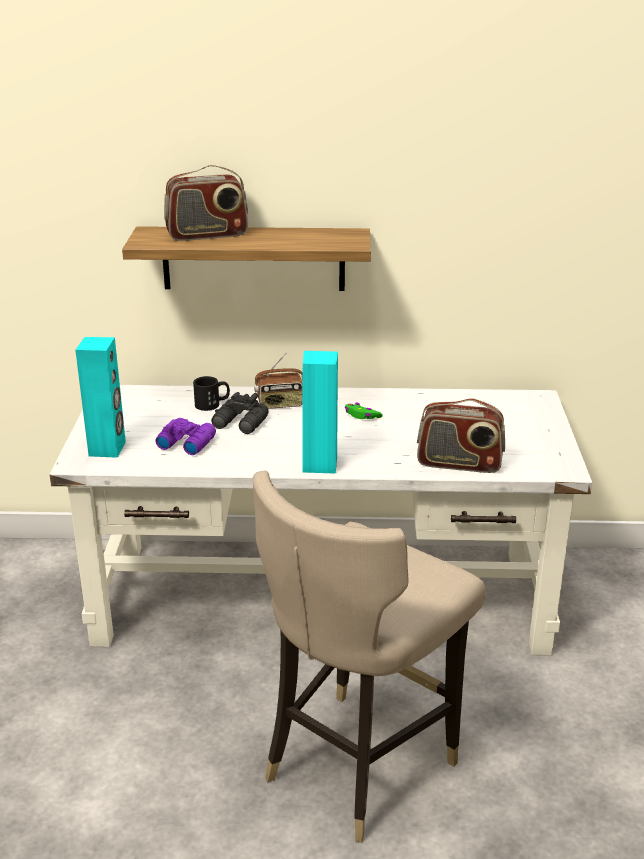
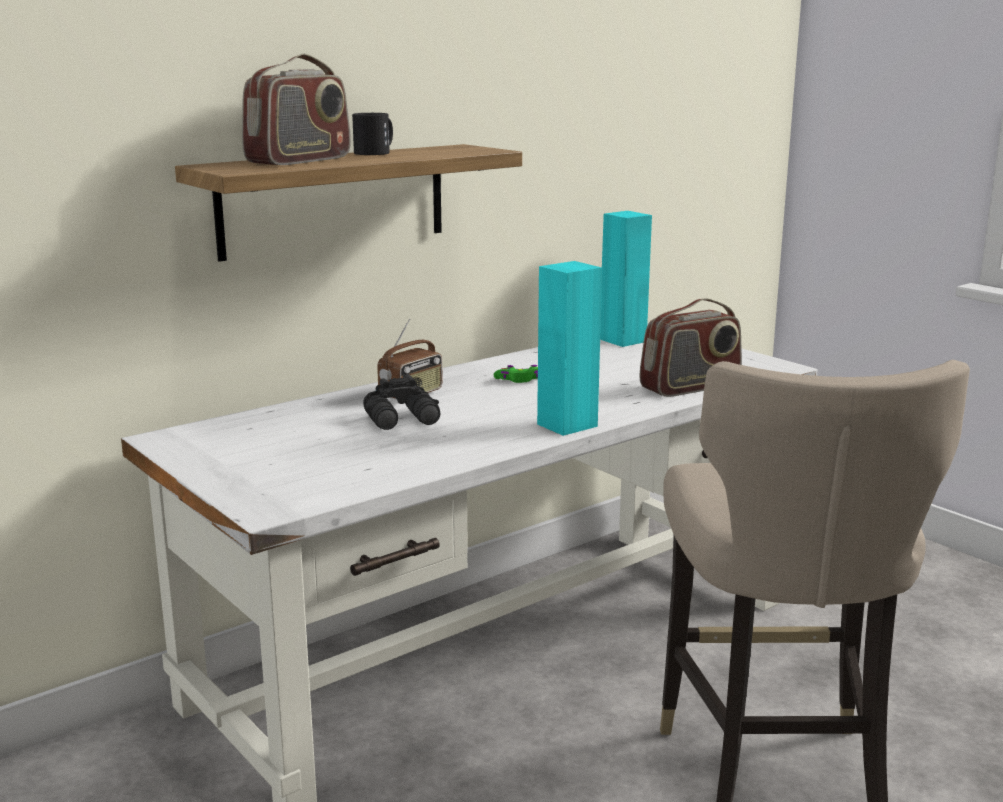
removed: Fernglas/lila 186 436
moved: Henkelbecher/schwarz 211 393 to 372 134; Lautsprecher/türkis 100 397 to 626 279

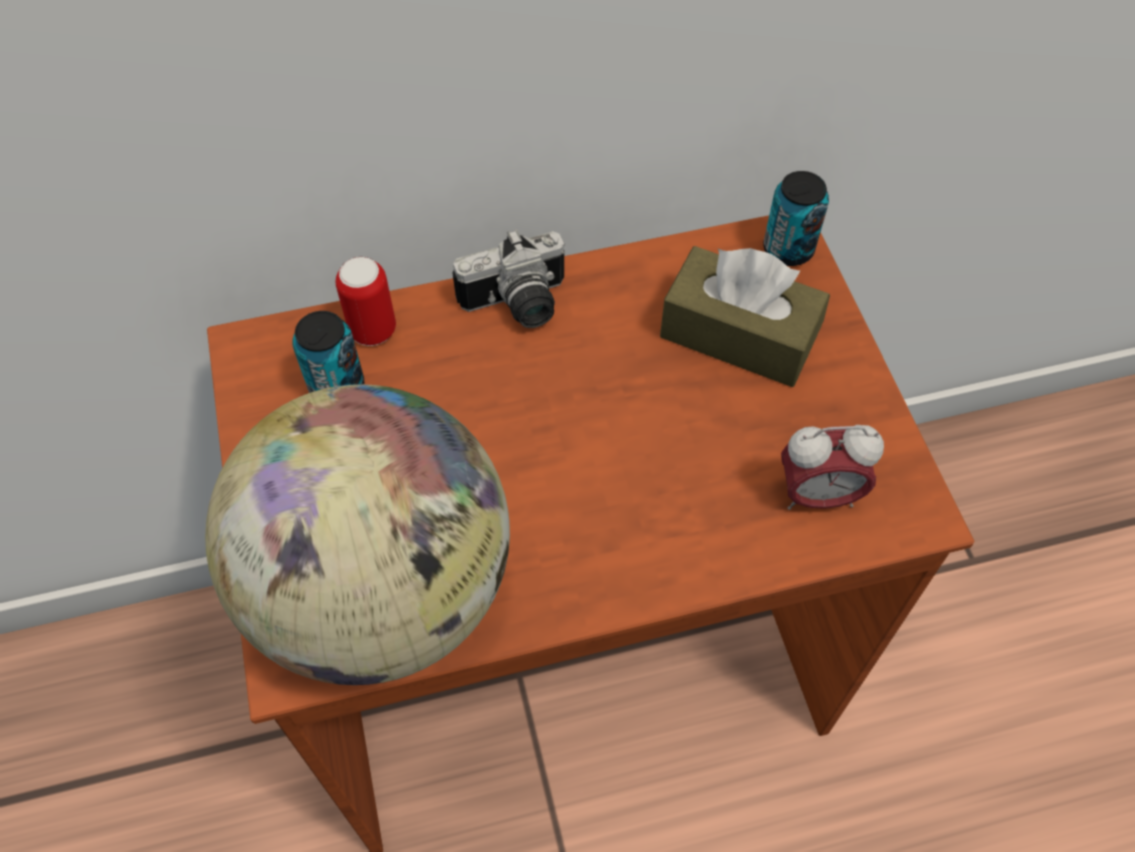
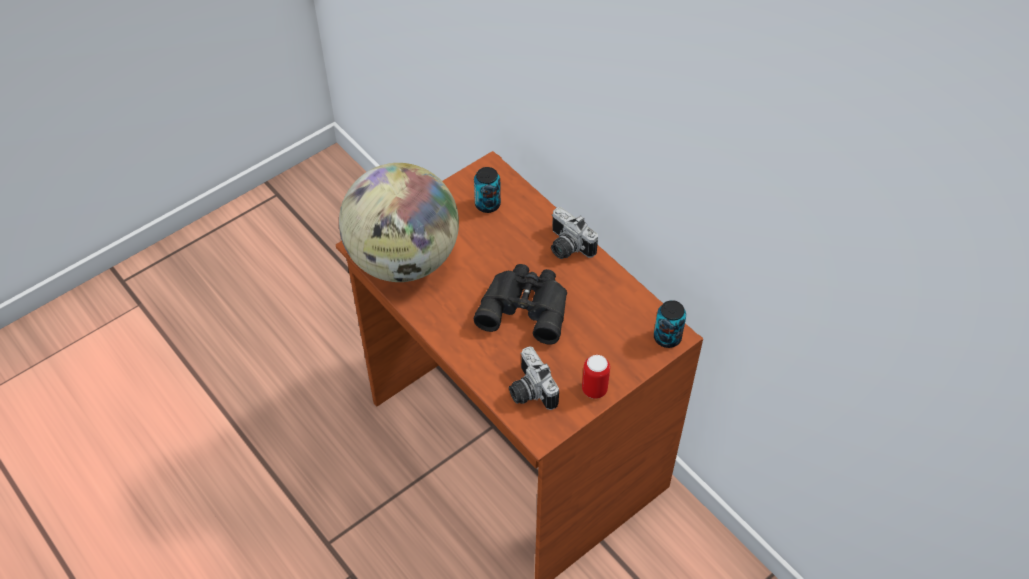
removed: Taschentuchbox/braun 745 316
added: Fernglas/schwarz 520 304
moved: Dose 366 301 to 596 377
replaced: Wecker 832 467 to Kamera 534 378

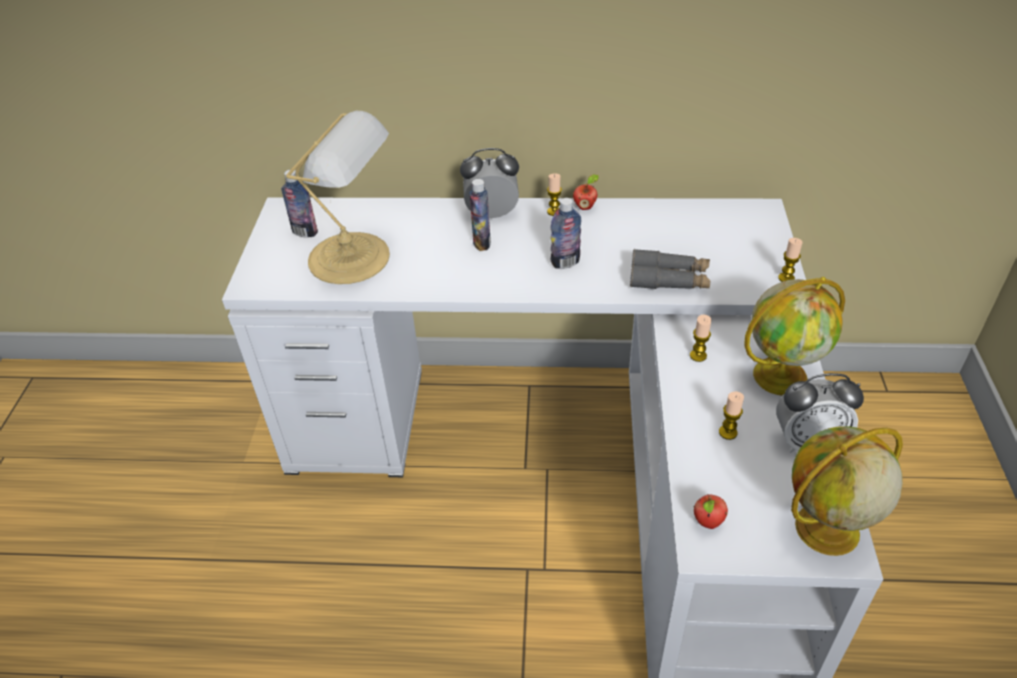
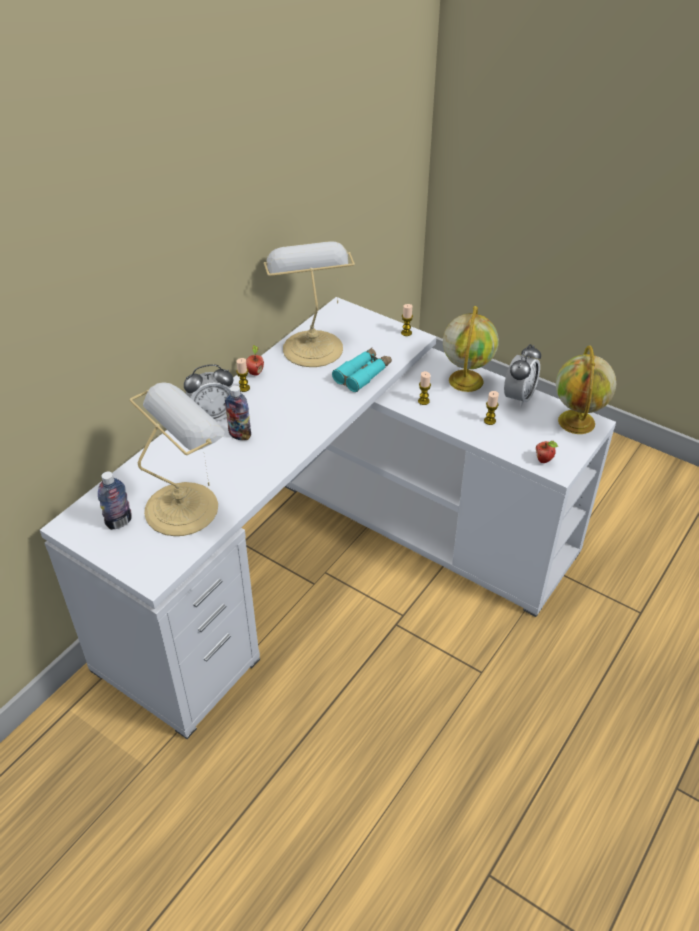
removed: Flasche 566 233
added: Tischlampe 309 304
recoloured: Fernglas/grau 670 269 to Fernglas/türkis 362 370
turned: Wecker 489 183 = 208 392 135 degrees counterclockwise

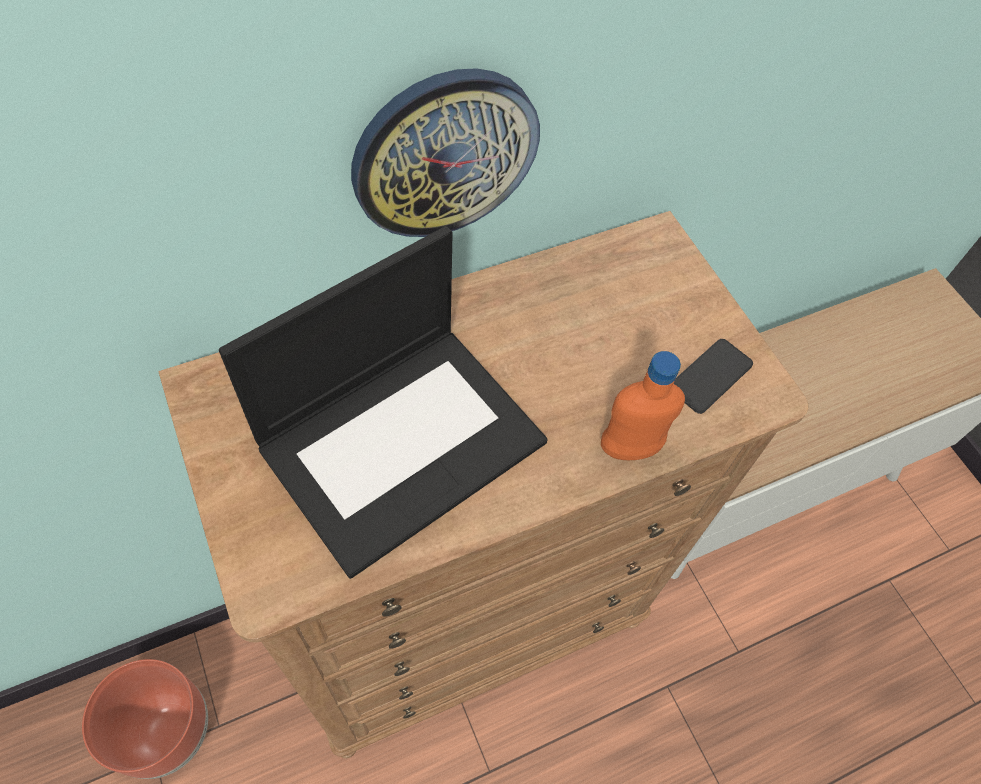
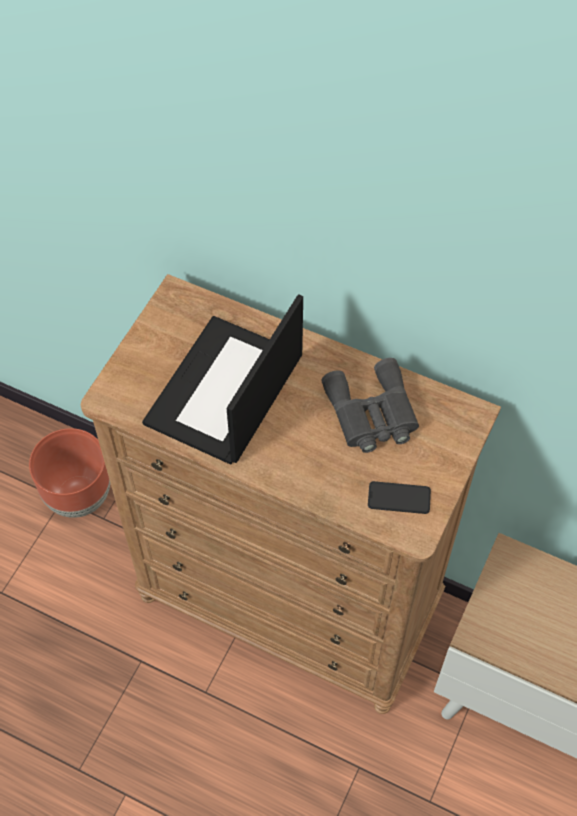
removed: Wanduhr 445 152; Flasche/orange 643 405
added: Fernglas/grau 370 405
turned: Laptop 383 402 = 222 379 105 degrees clockwise

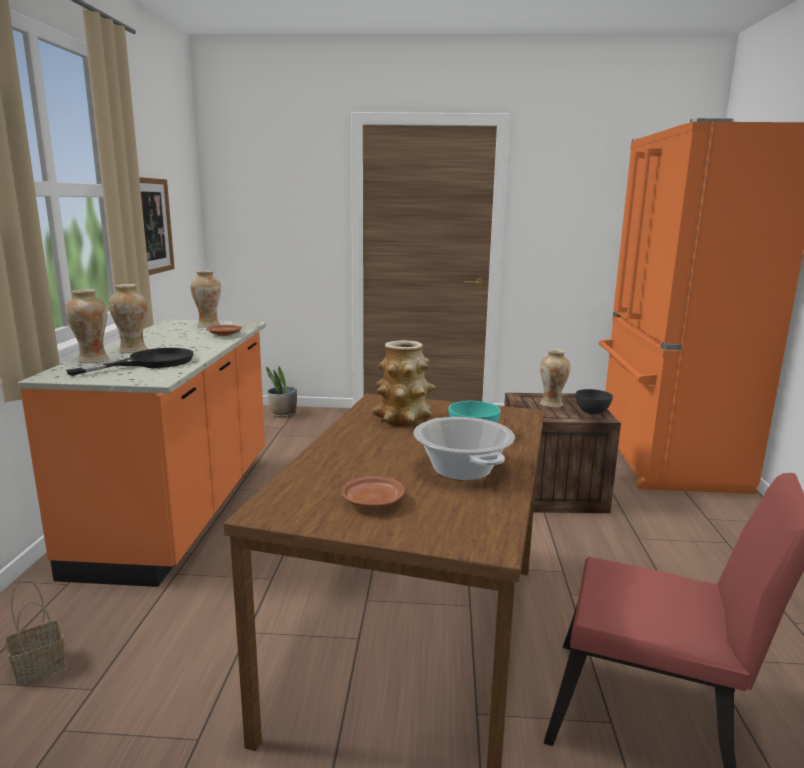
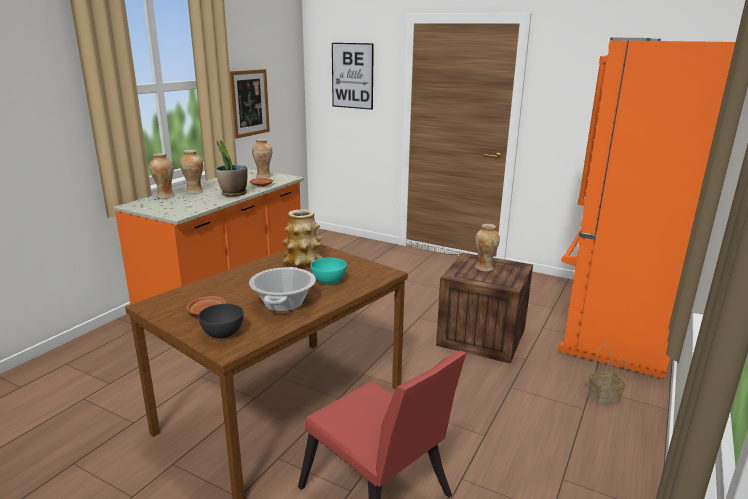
removed: Pfanne/schwarz 130 362
added: Bild 353 76
moved: Schüssel/grau 594 401 to 221 321; Topfpflanze 281 392 to 232 168; Korb 35 633 to 607 374

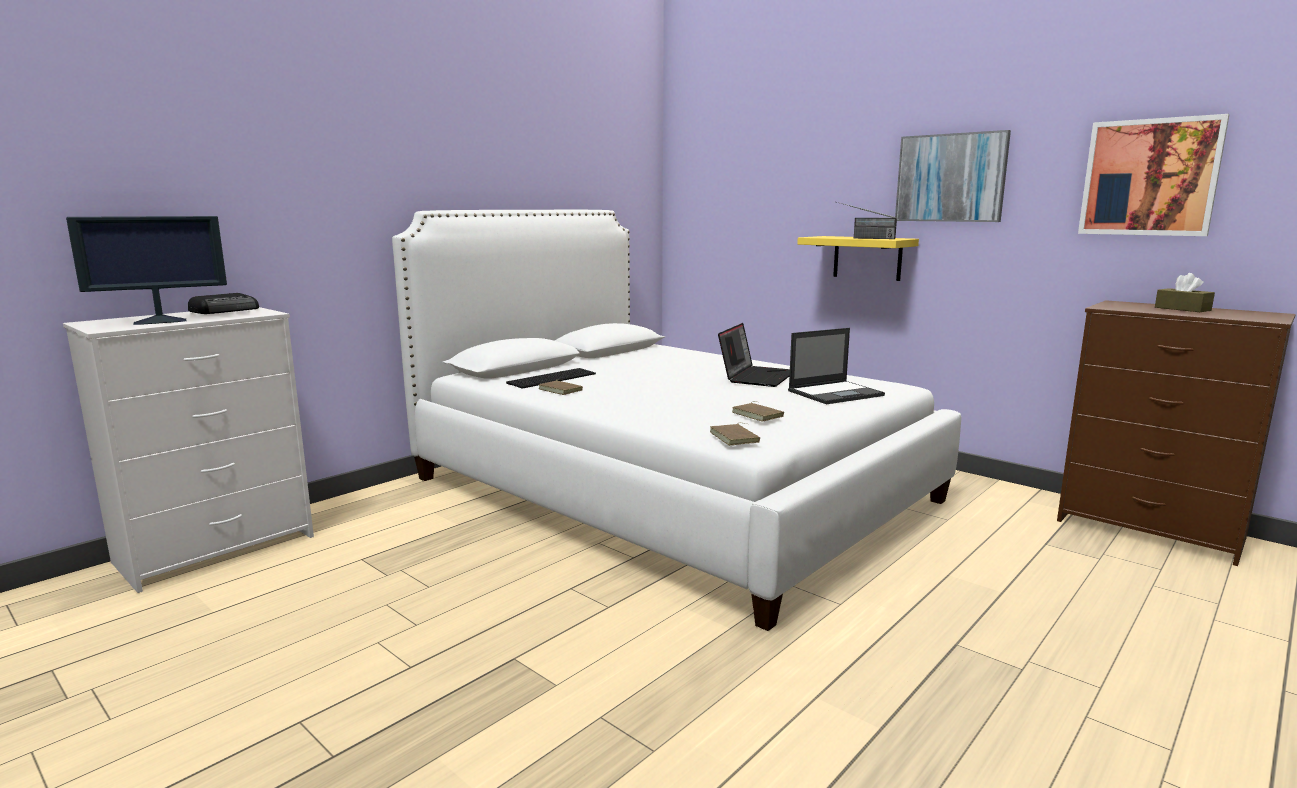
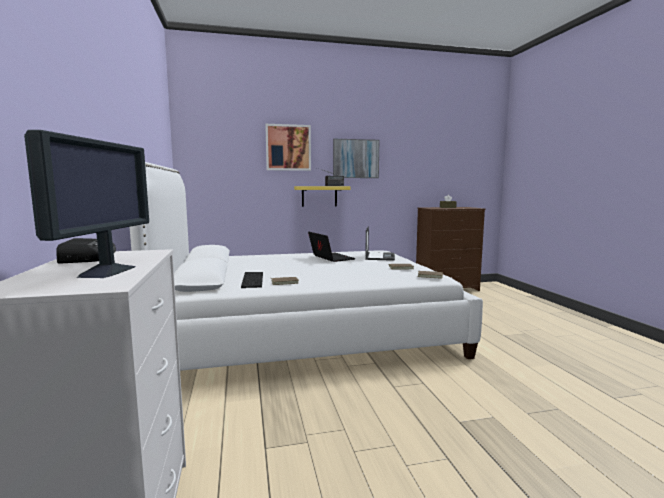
moved: Bild 1154 175 to 288 147

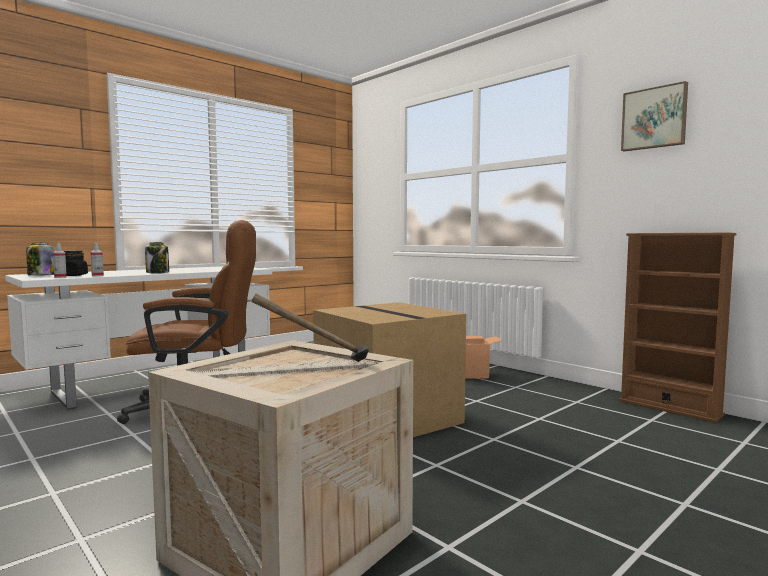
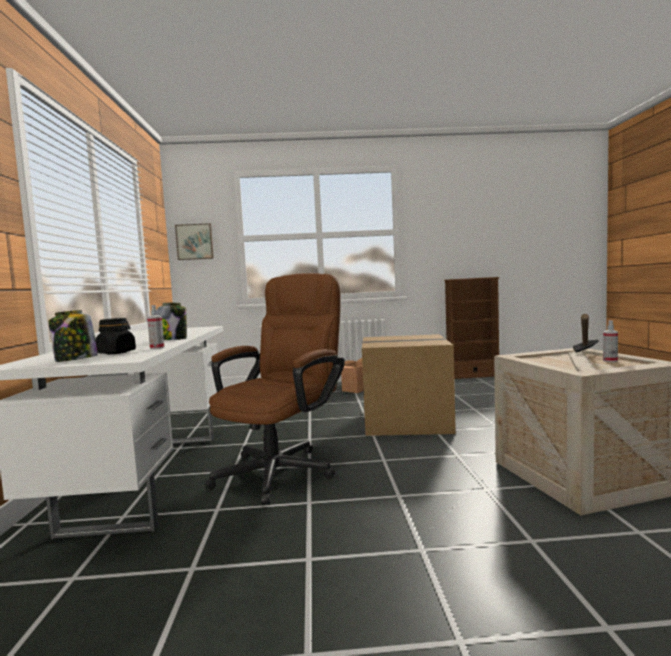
moved: Bild 654 116 to 194 241; Sprühflasche 60 260 to 610 341

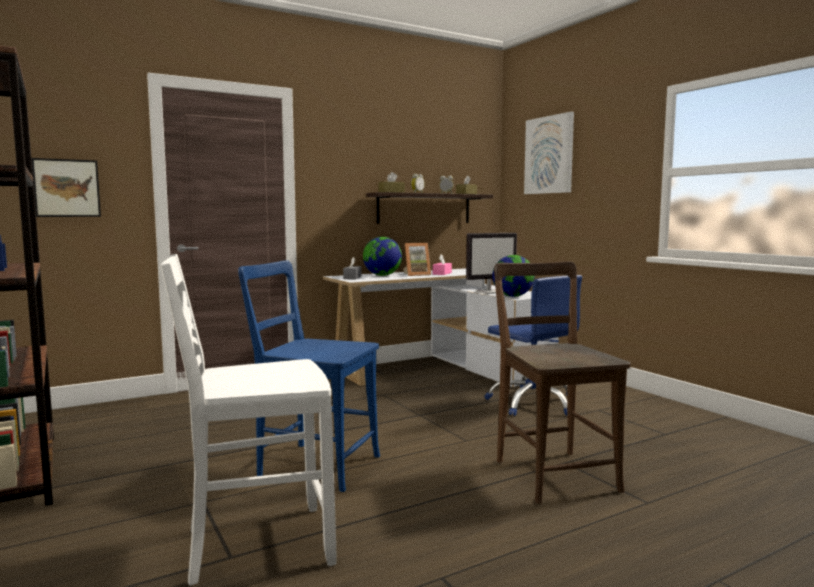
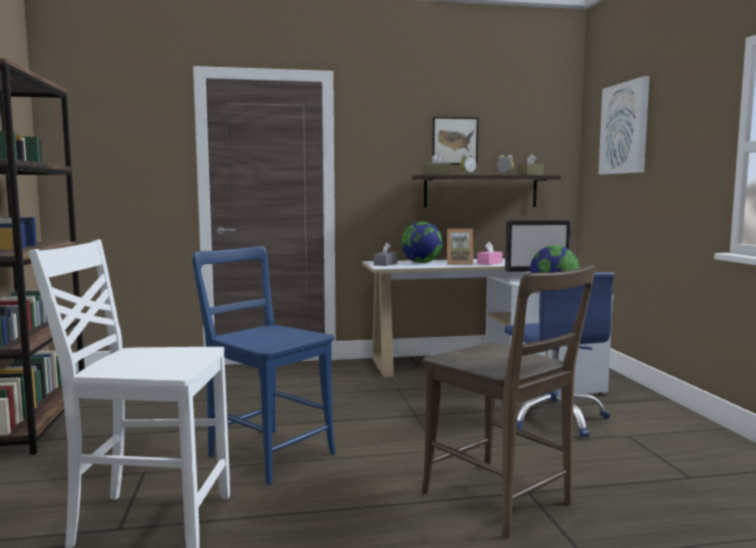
moved: Bild 66 187 to 455 141
turned: Stuhl/braun 562 382 = 508 401 135 degrees clockwise

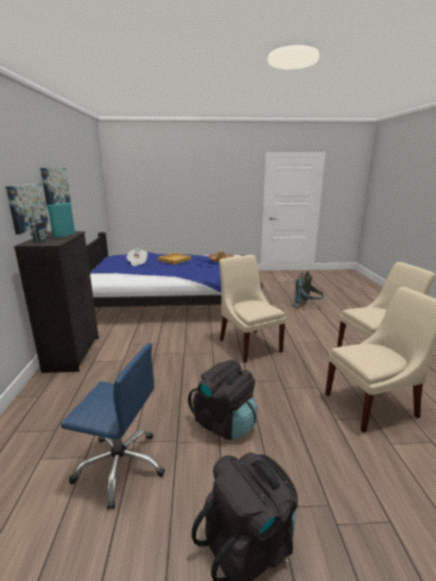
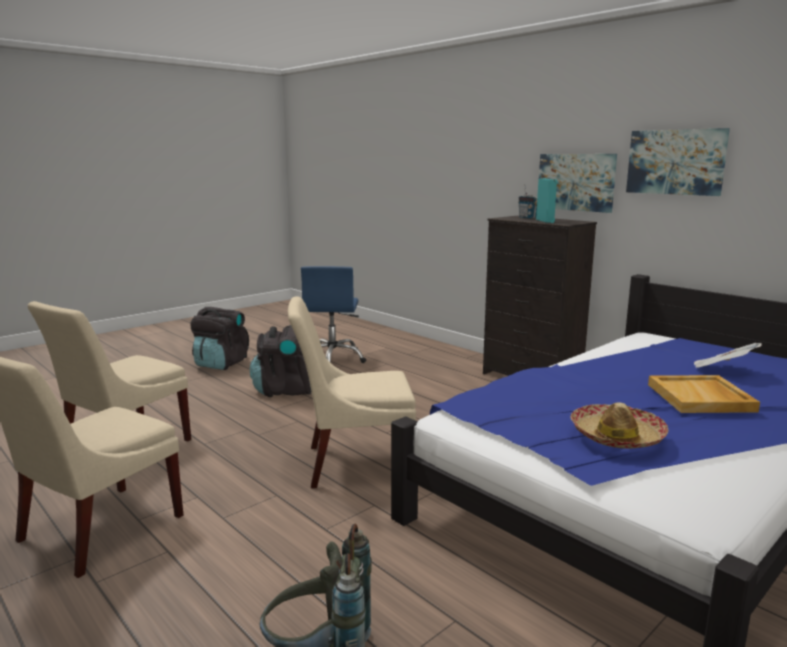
turned: Stuhl/beige 252 309 = 352 392 150 degrees clockwise; Bürostuhl/blau 113 426 = 333 314 60 degrees counterclockwise

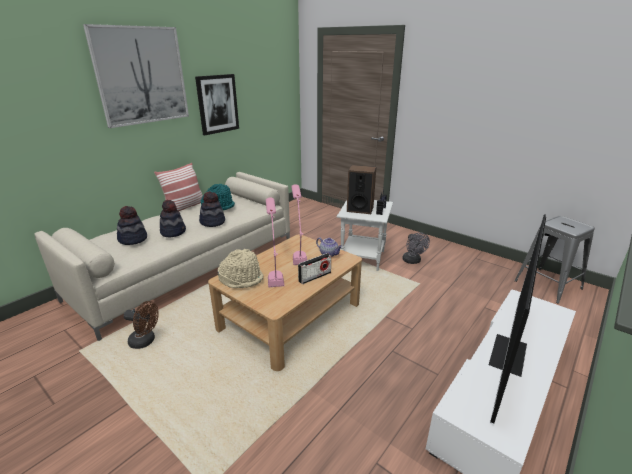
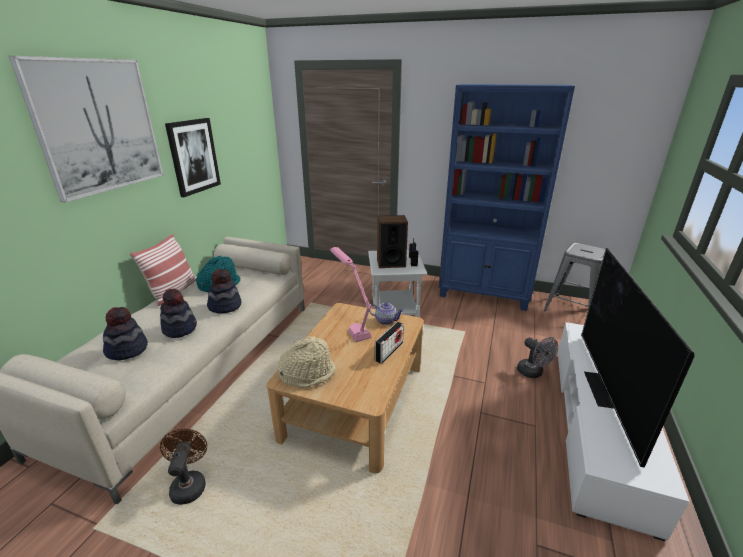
removed: Tischlampe/rosa 275 242
added: Bücherregal/blau 507 197
moved: Ventilator/grau 416 248 to 537 357
turned: Ventilator/braun 141 325 = 183 466 90 degrees counterclockwise

